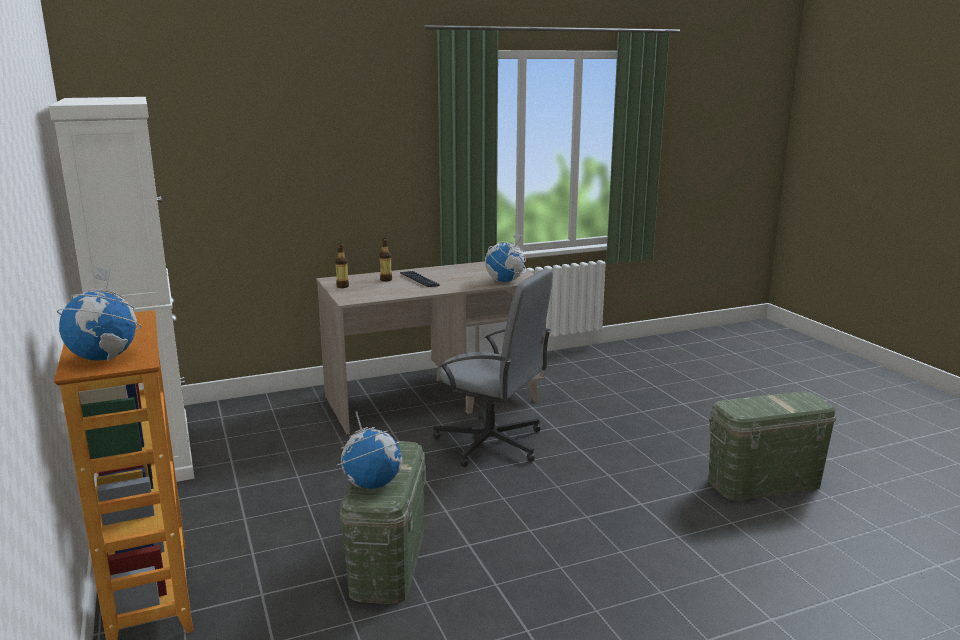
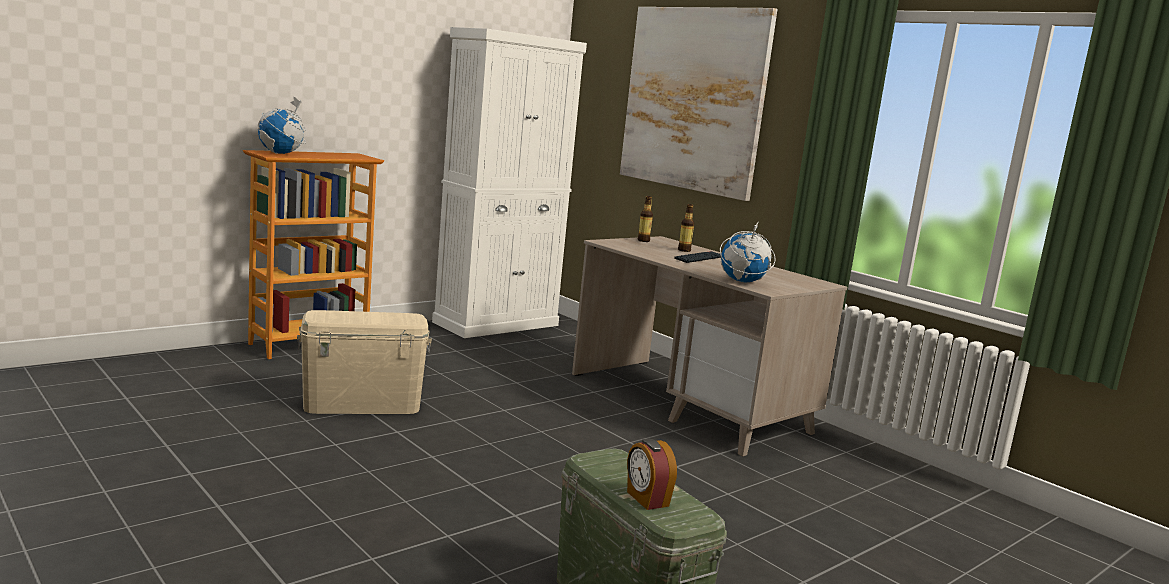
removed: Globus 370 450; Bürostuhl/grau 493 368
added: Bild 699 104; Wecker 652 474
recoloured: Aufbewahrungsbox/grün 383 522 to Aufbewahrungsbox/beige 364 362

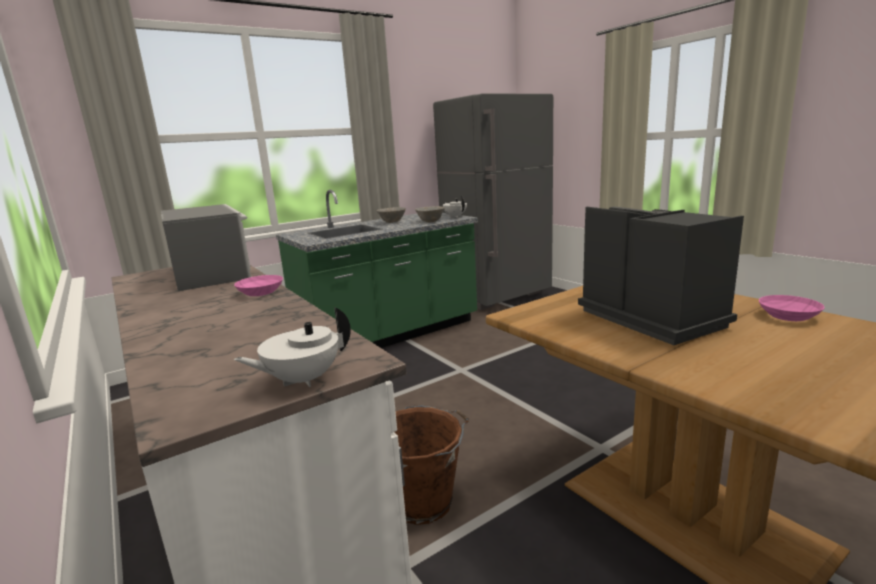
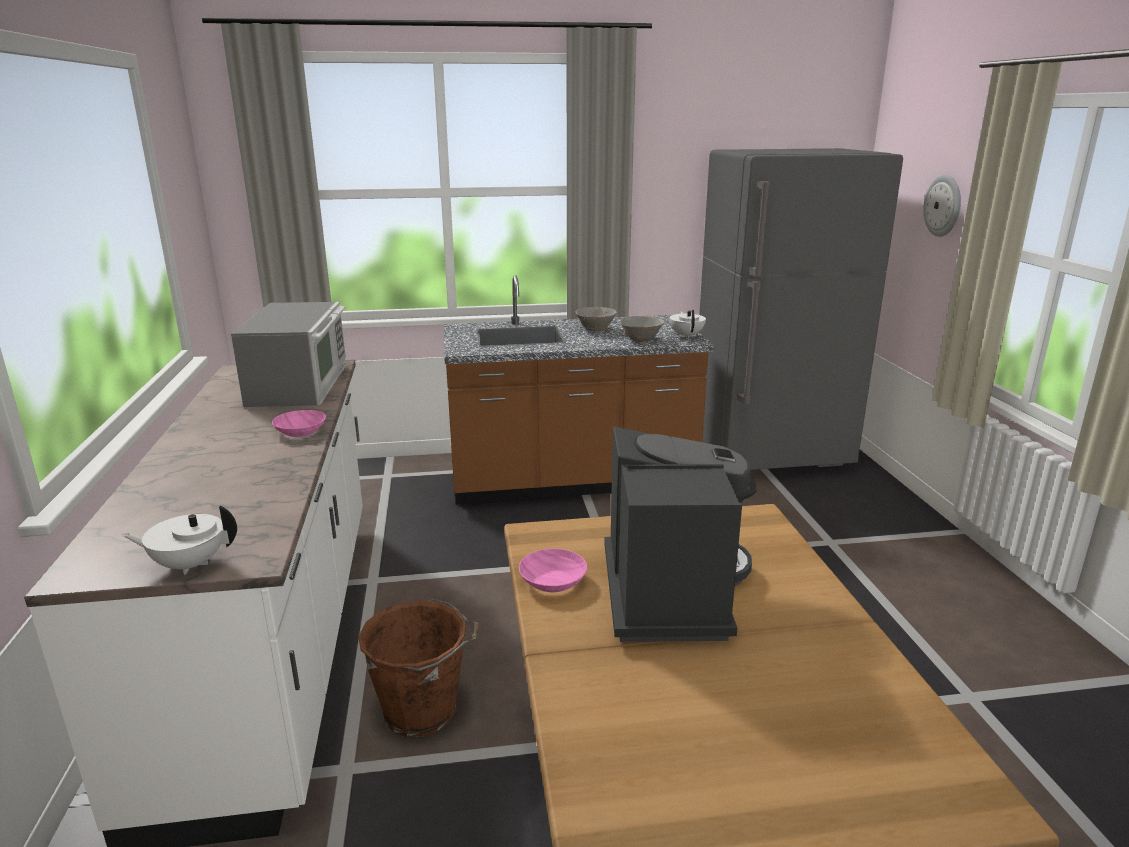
added: Wanduhr 942 206
moved: Schüssel/rosa 792 308 to 553 570
recoloured: Küchenzeile/grün 377 269 to Küchenzeile/braun 578 389

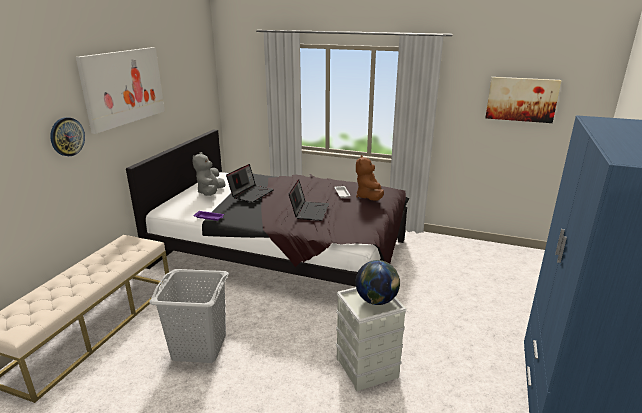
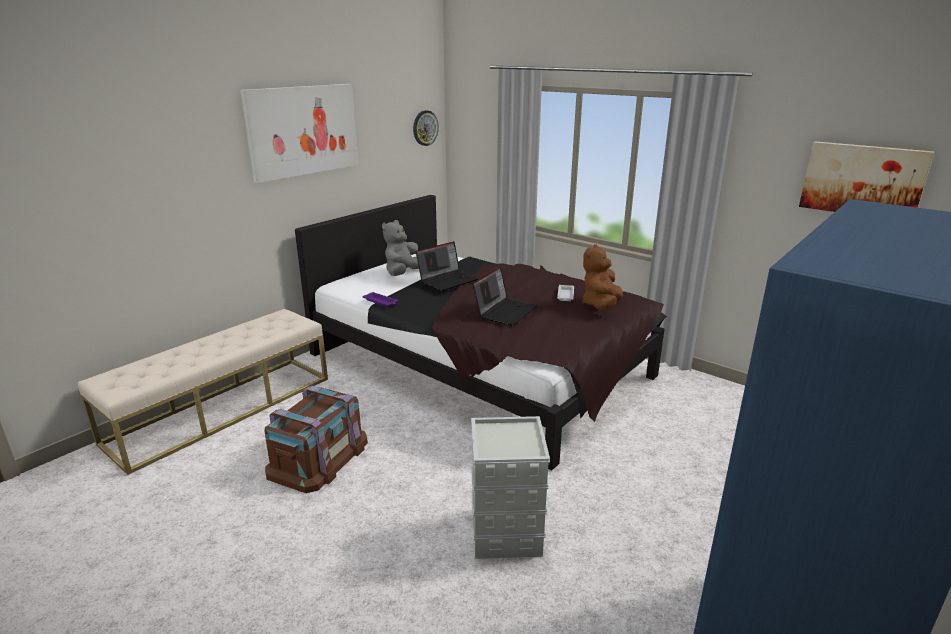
removed: Globus 377 282
moved: Wanduhr 67 136 to 426 128
replaced: Wäschekorb/grau 189 316 to Aufbewahrungsbox/braun 316 439

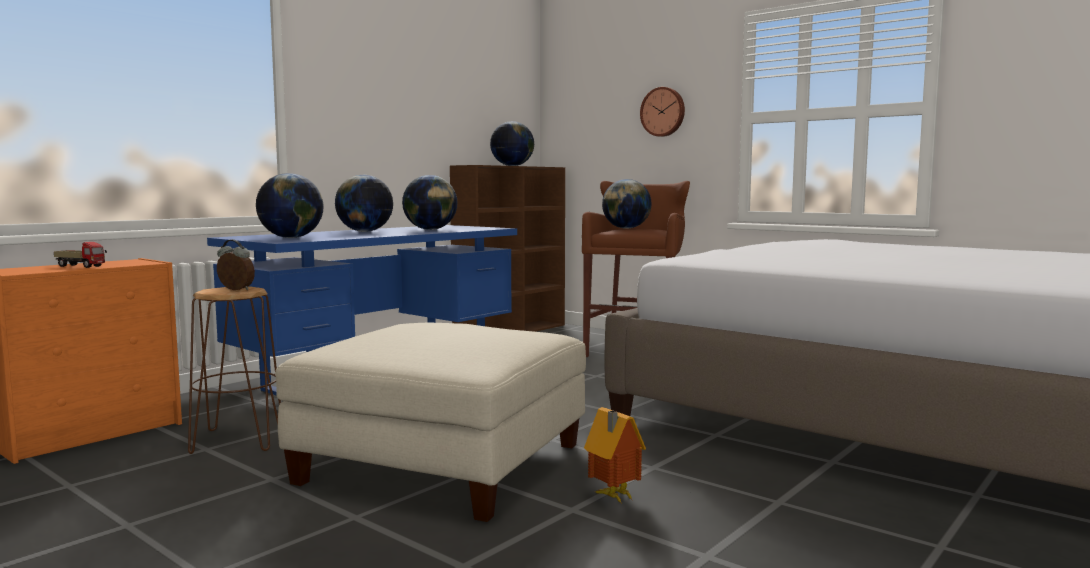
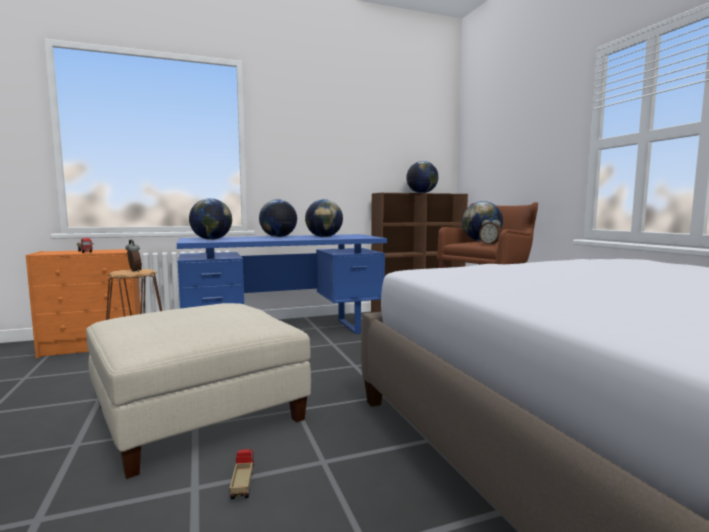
removed: Wanduhr 662 112
added: Wecker 490 230
replaced: Spielzeughaus 615 455 to Spielzeuglaster 242 474

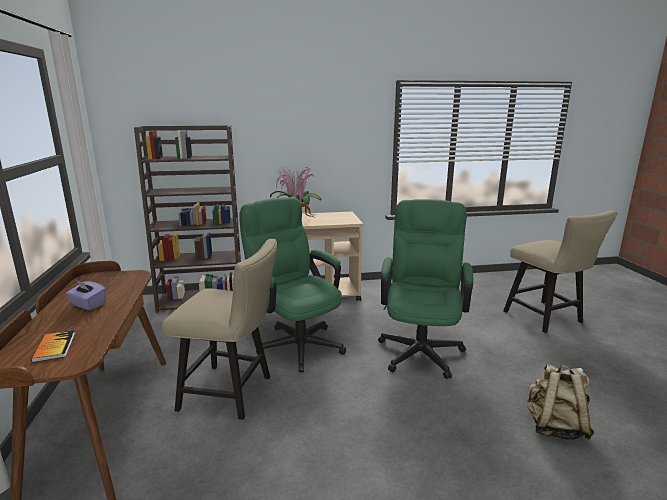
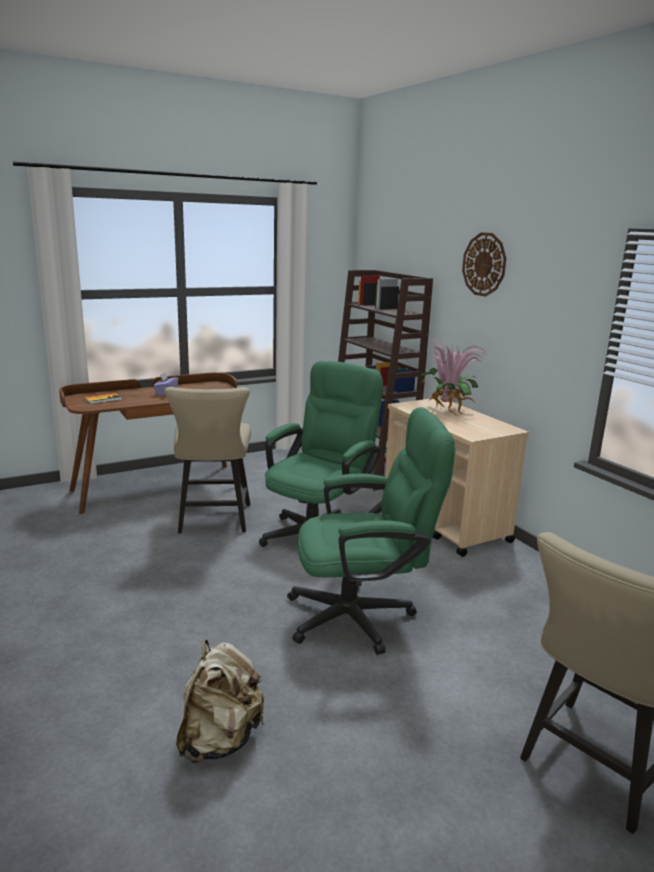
added: Wanduhr 484 264

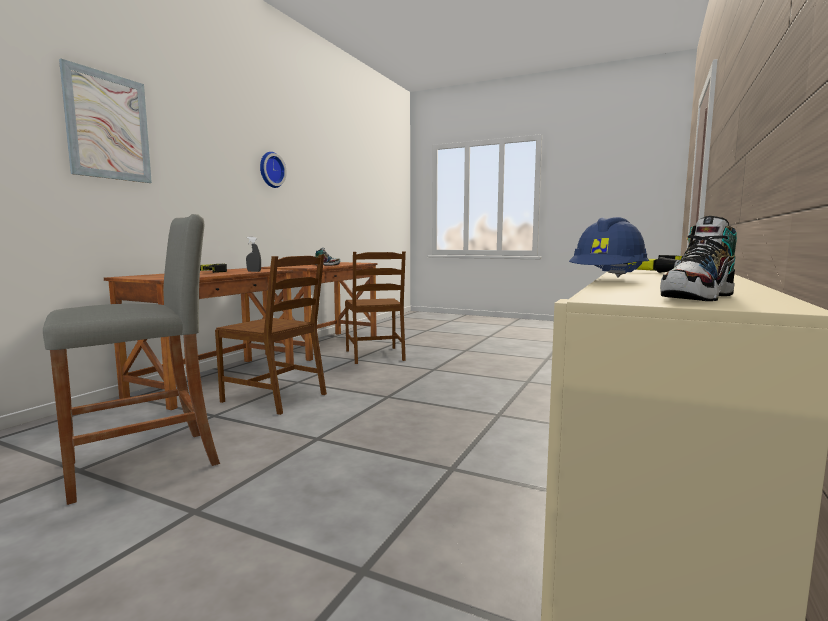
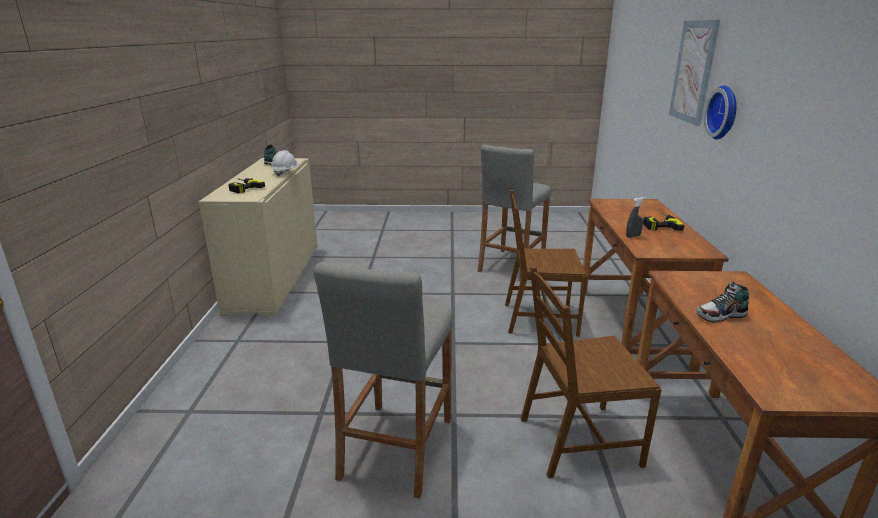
added: Hocker/grau 383 380
moved: Wanduhr 273 170 to 720 112
recoloured: Schutzhelm/blau 609 247 to Schutzhelm/weiß 285 163
turned: Stuhl/braun 375 308 = 591 372 60 degrees counterclockwise

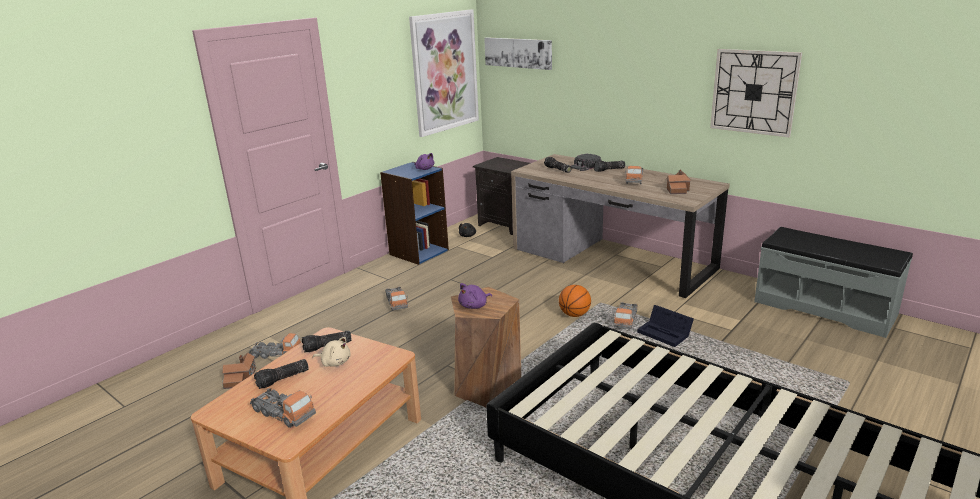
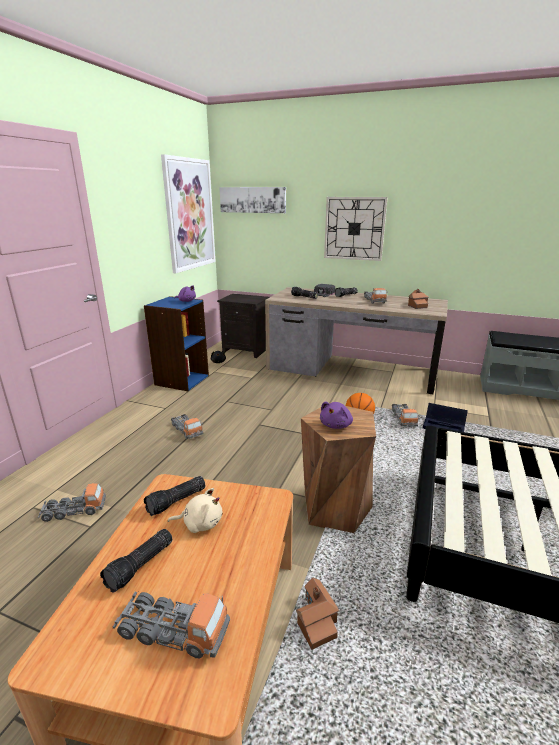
moved: Spielzeughaus 239 371 to 318 613; Wanduhr 756 93 to 356 229

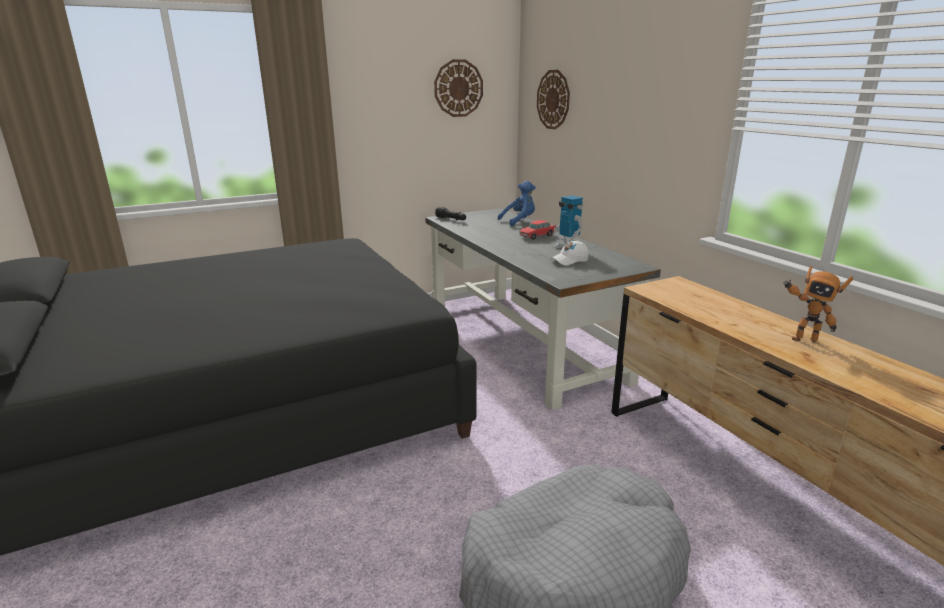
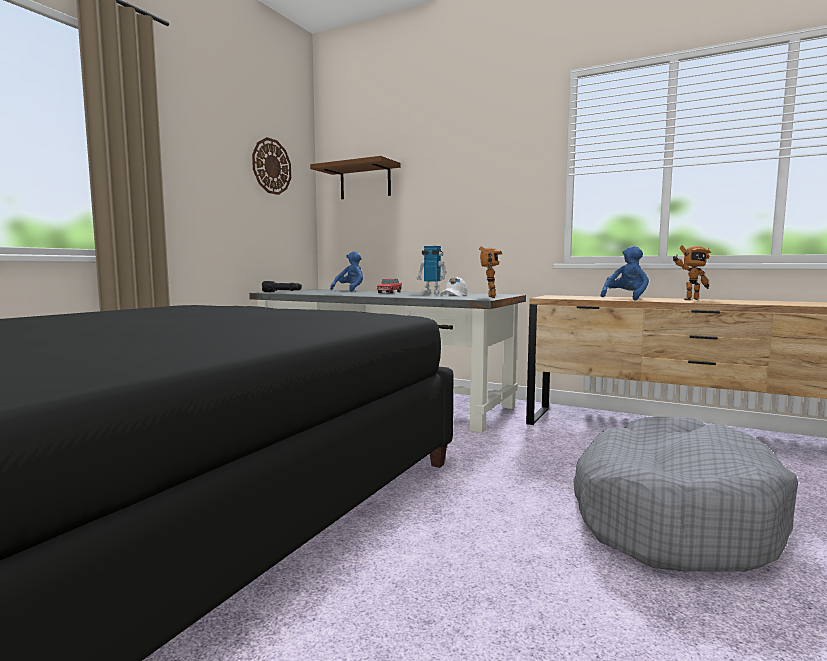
added: Spielzeugroboter 490 272; Plüschtier/blau 624 273
replaced: Wanduhr 553 99 to Wandregal/braun 355 177

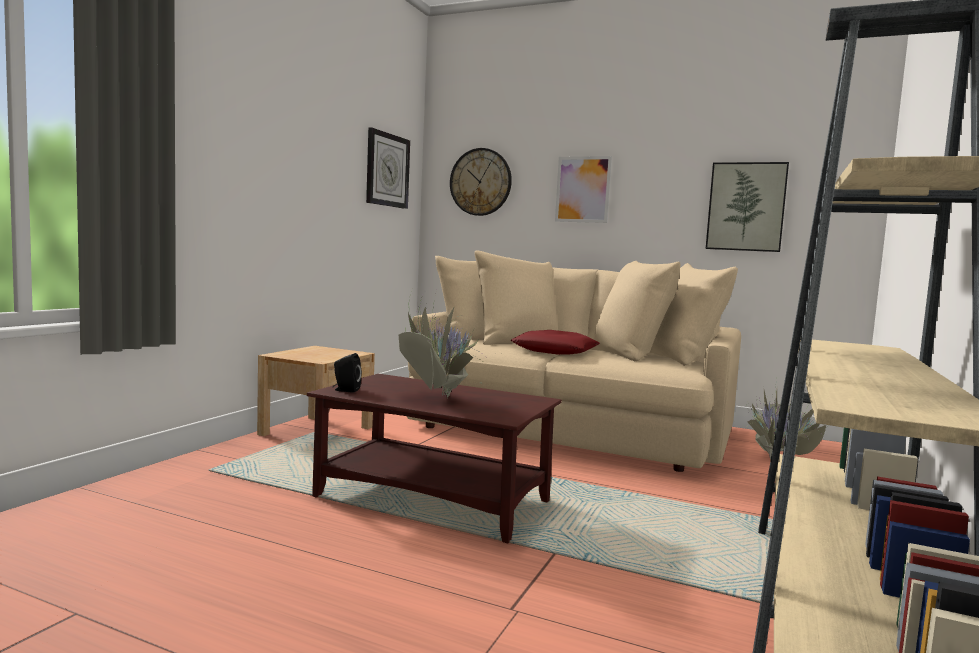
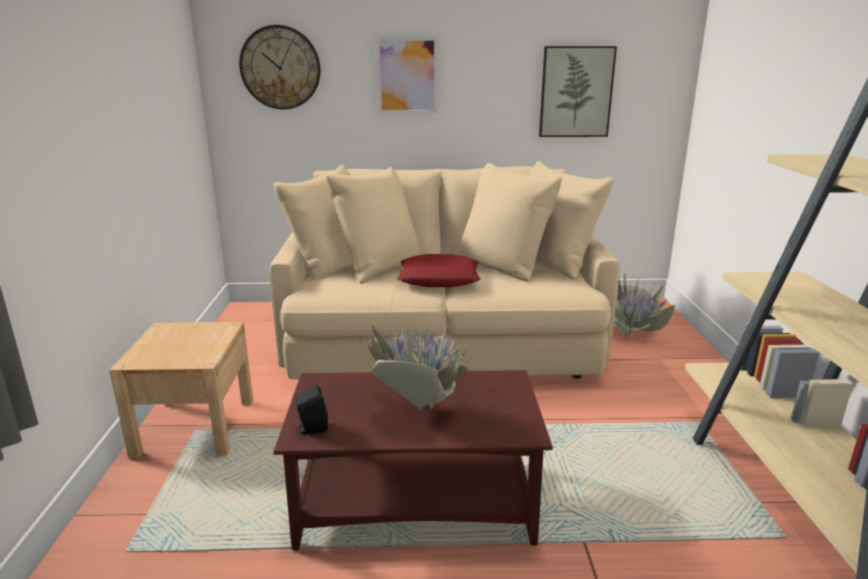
removed: Wanduhr 388 168

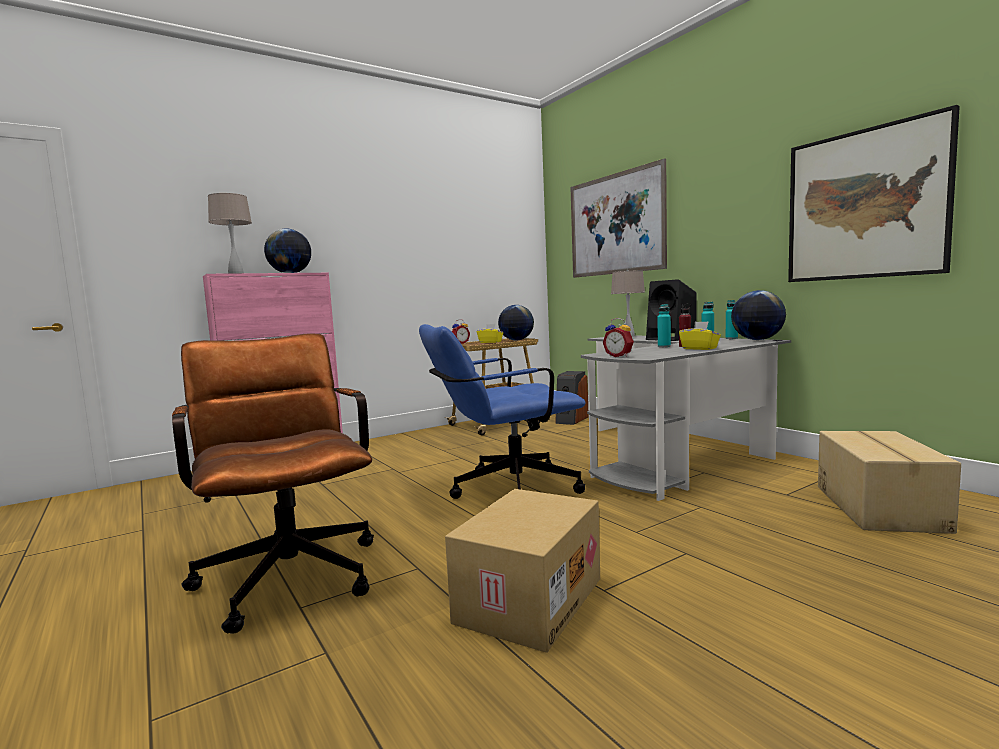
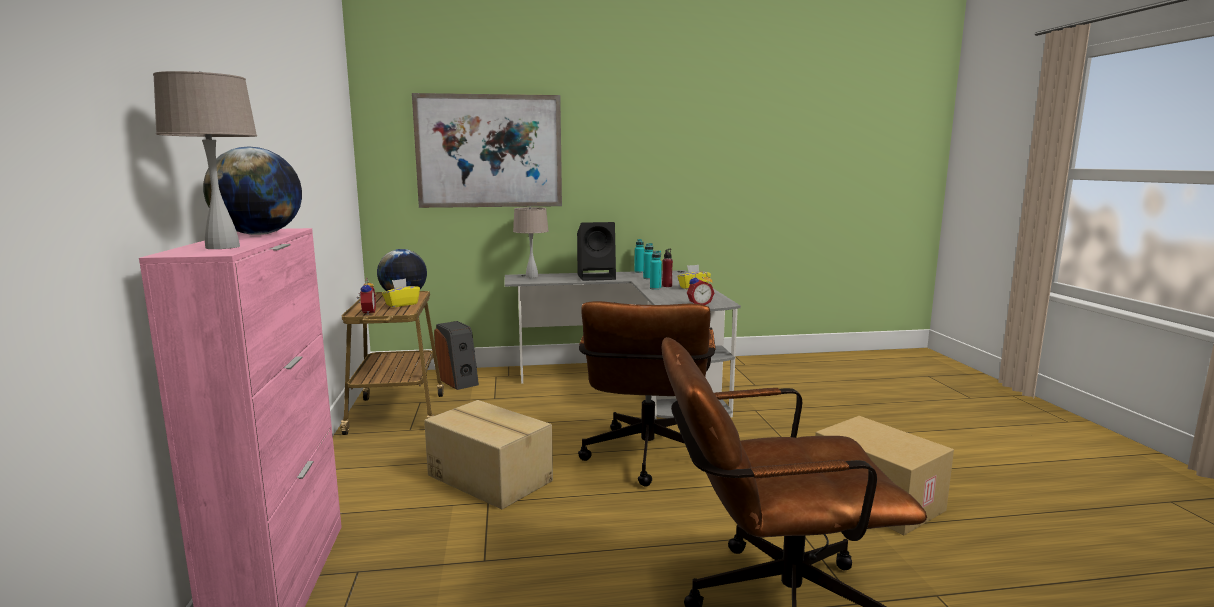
removed: Globus 758 315; Bild 874 193
moved: Karton 889 482 to 488 454
recoloured: Bürostuhl/blau 502 411 to Bürostuhl/braun 647 394

